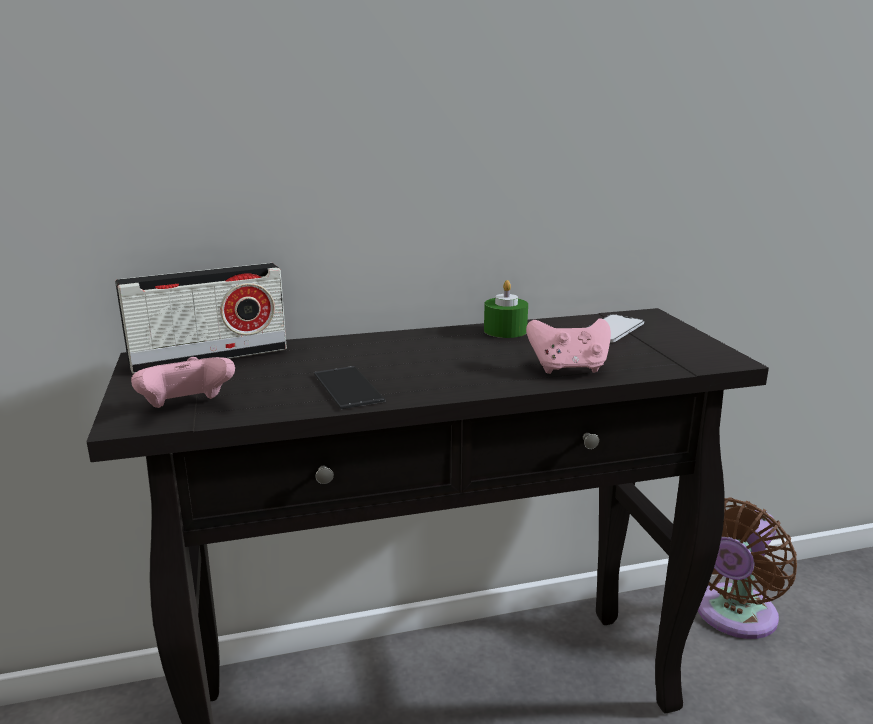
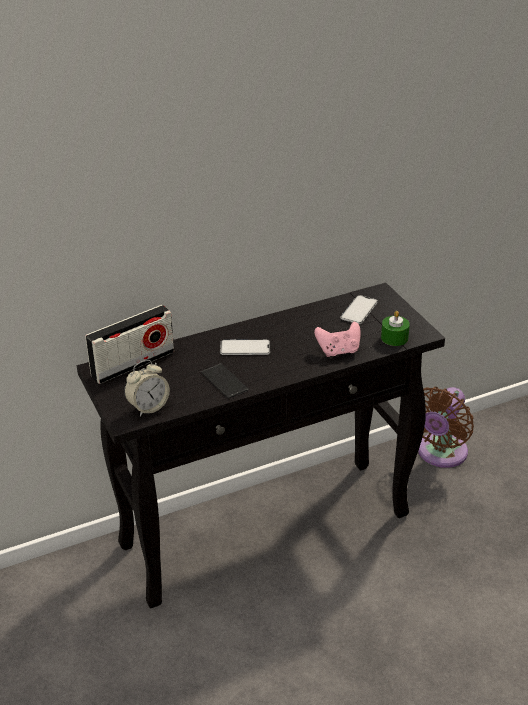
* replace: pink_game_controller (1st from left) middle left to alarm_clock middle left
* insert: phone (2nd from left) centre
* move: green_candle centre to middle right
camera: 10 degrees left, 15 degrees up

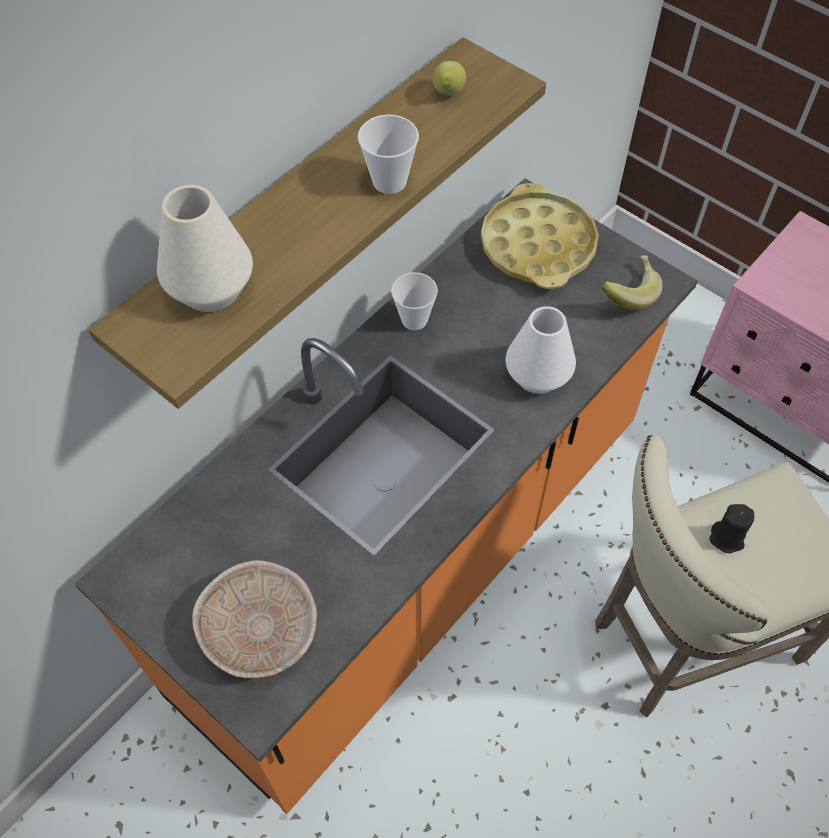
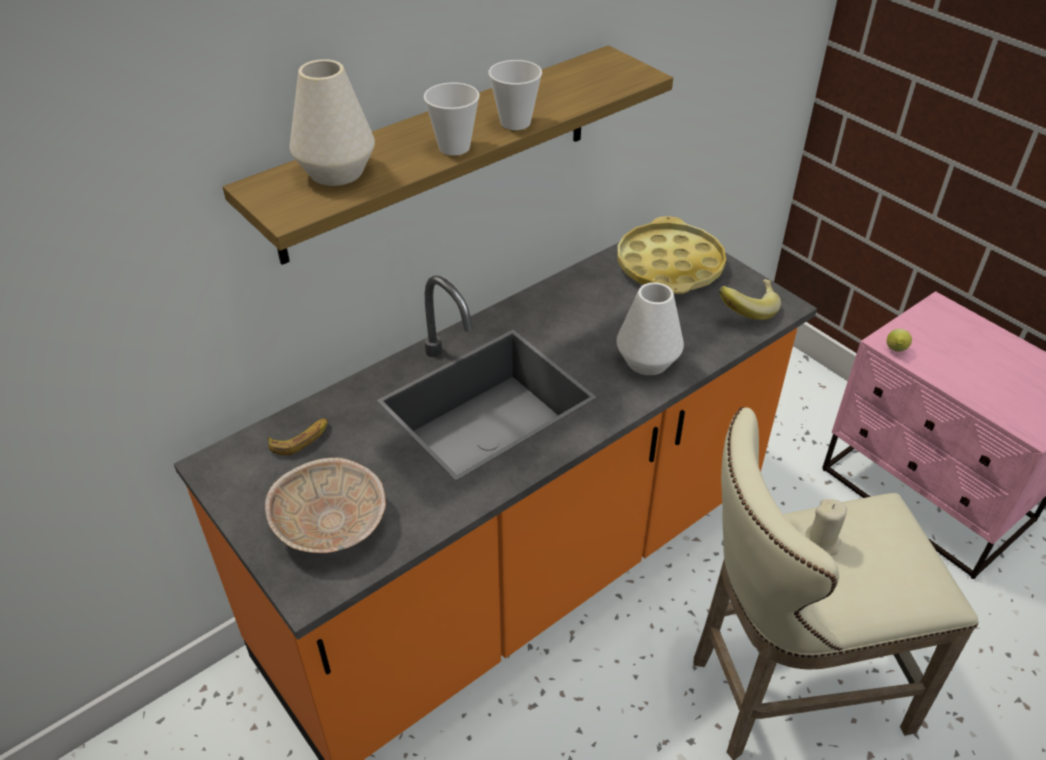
* insert: banana (1st from left) middle left
* move: cup (2nd from left in the first image) centre to cup (1st from left) top centre
* recolor: black_candle middle right to beige_candle bottom right
* move: lemon top centre to middle right
camera: 10 degrees right, 15 degrees down

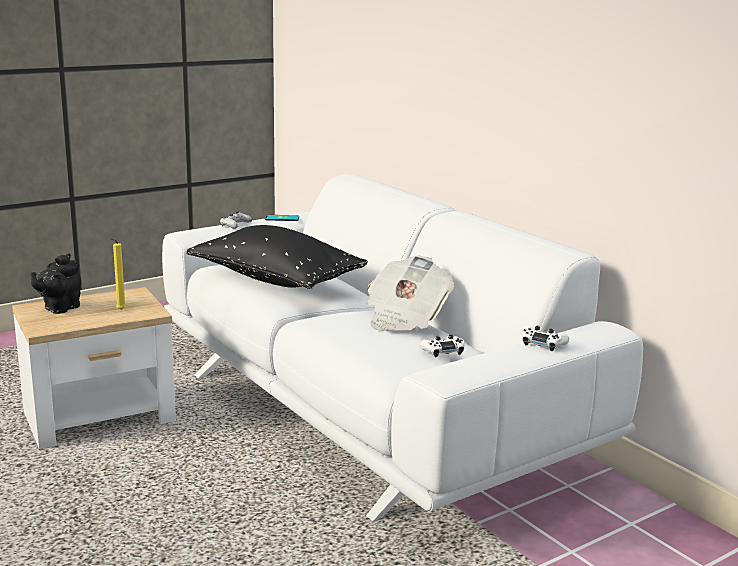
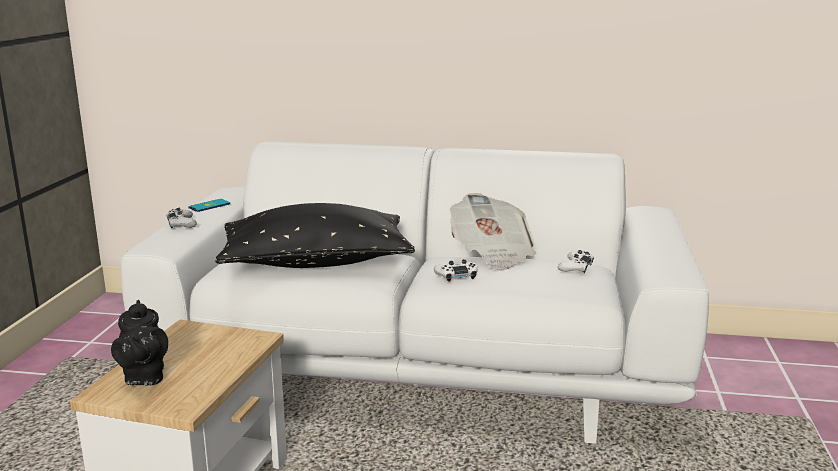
* move: white_game_controller (3rd from left in the first image) middle right to white_game_controller (2nd from left) centre
* delete: yellow_candle middle left
camera: 45 degrees left, 0 degrees up

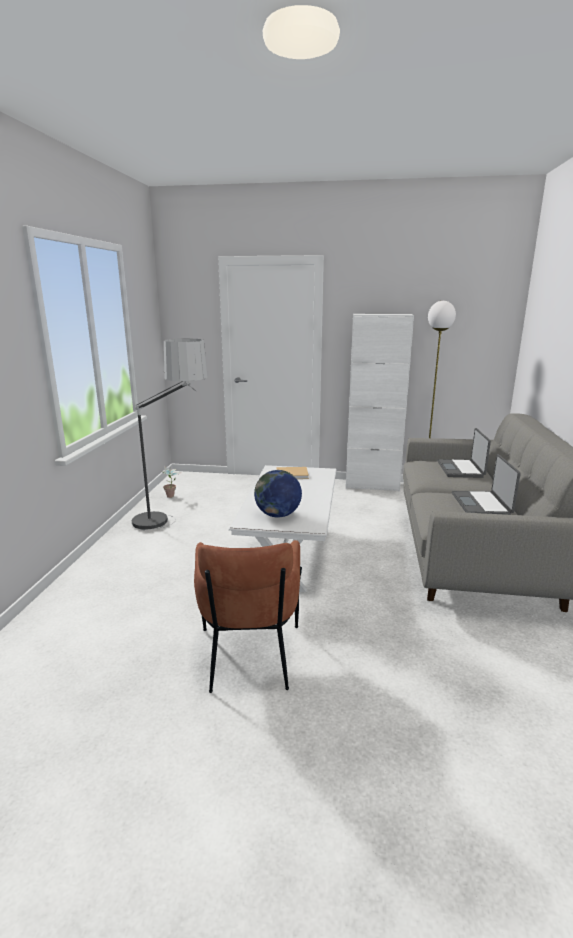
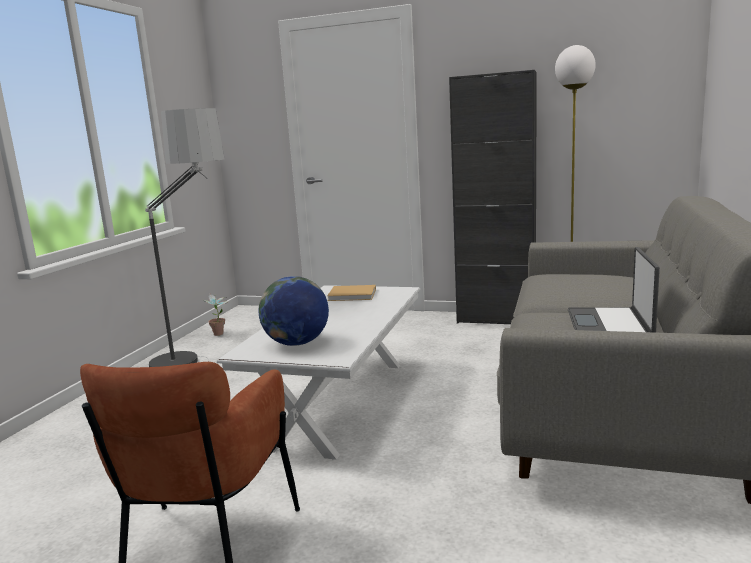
* recolor: white_cabinet centre to black_cabinet centre
* delete: laptop (1st from left) middle right
camera: 10 degrees right, 5 degrees down

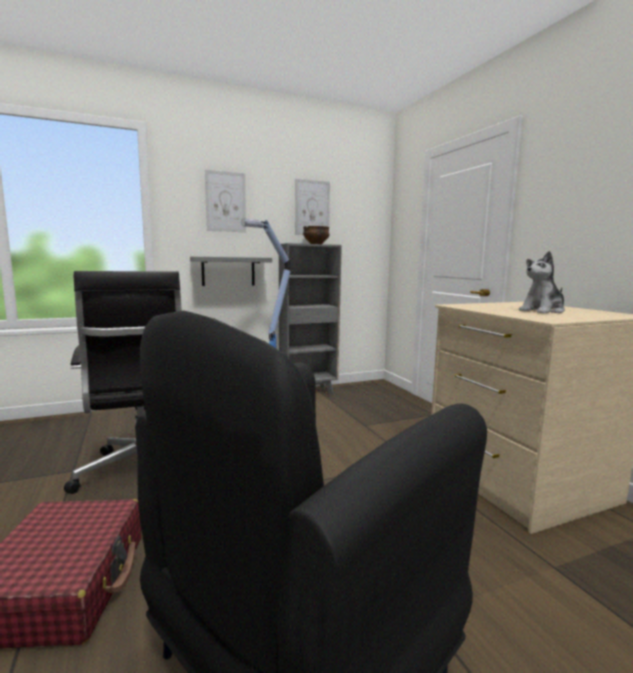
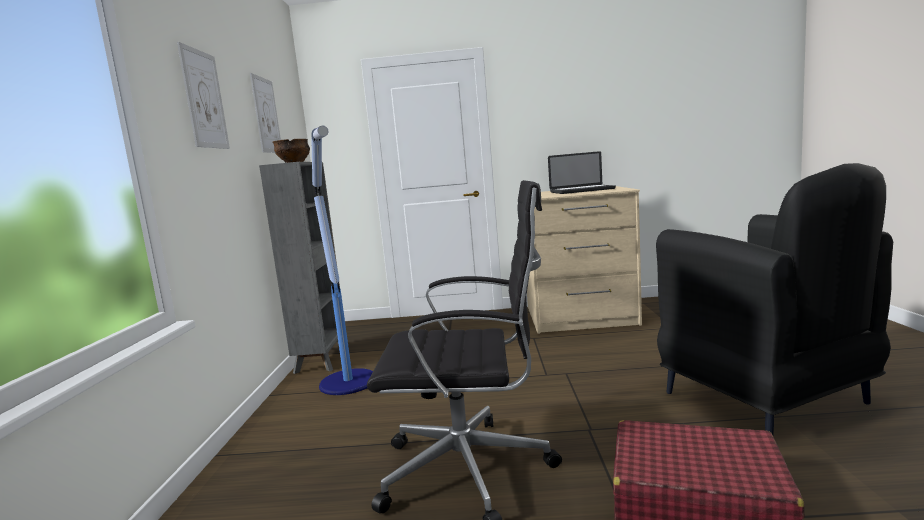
* replace: plush_toy middle right to laptop top centre
* delete: grey_shelf centre
camera: 65 degrees left, 0 degrees up

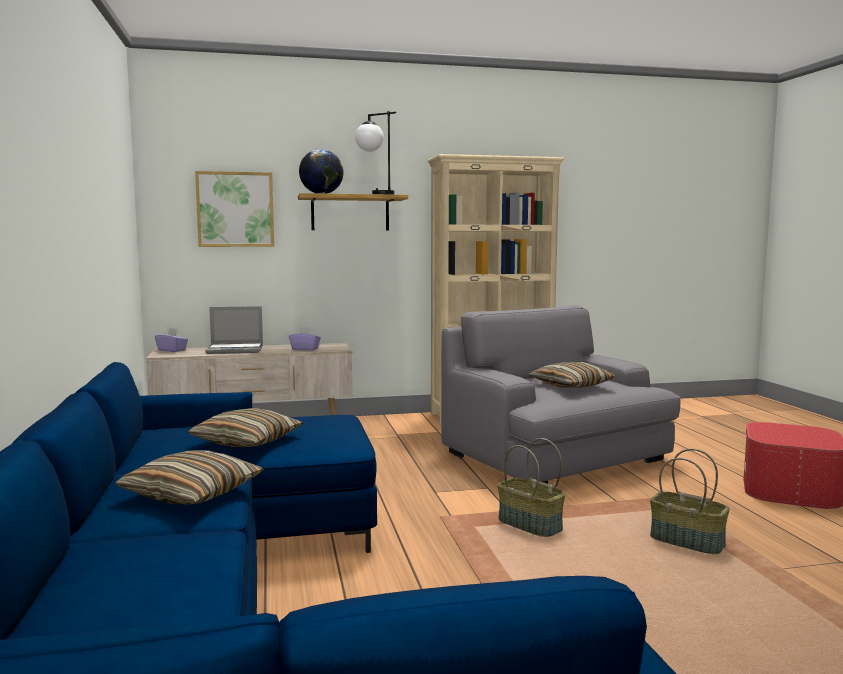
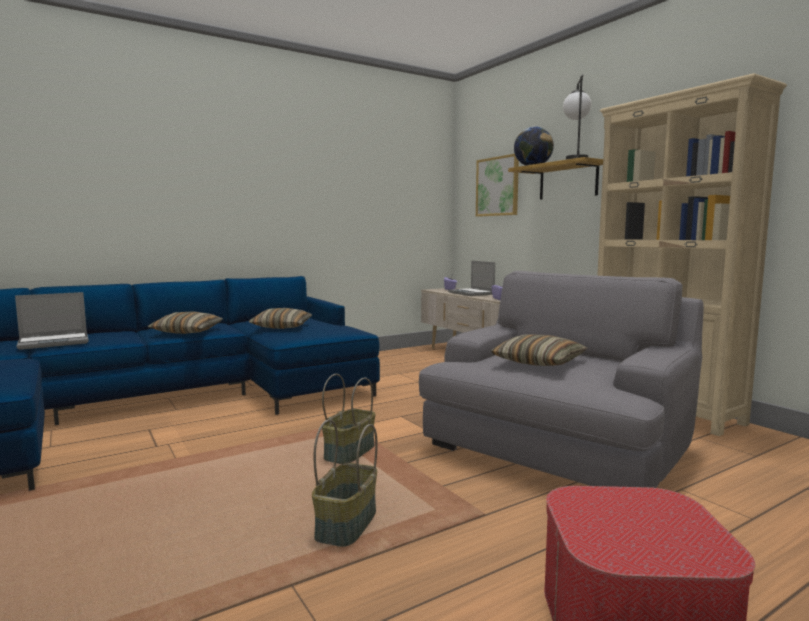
* insert: laptop (1st from left) middle left
camera: 70 degrees right, 0 degrees up

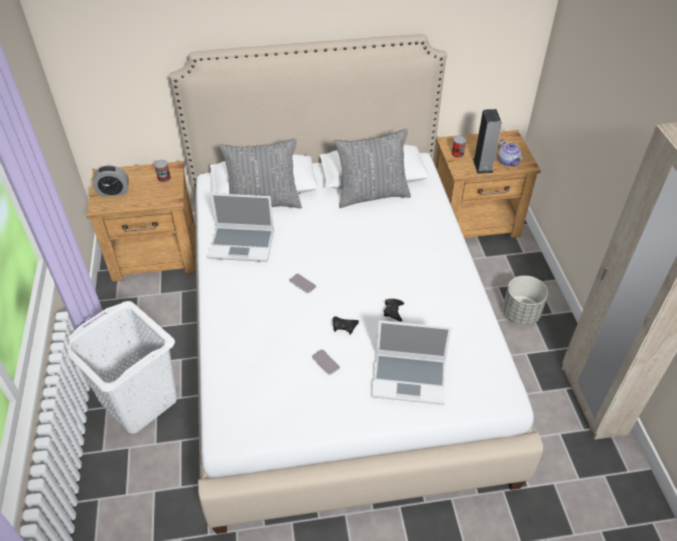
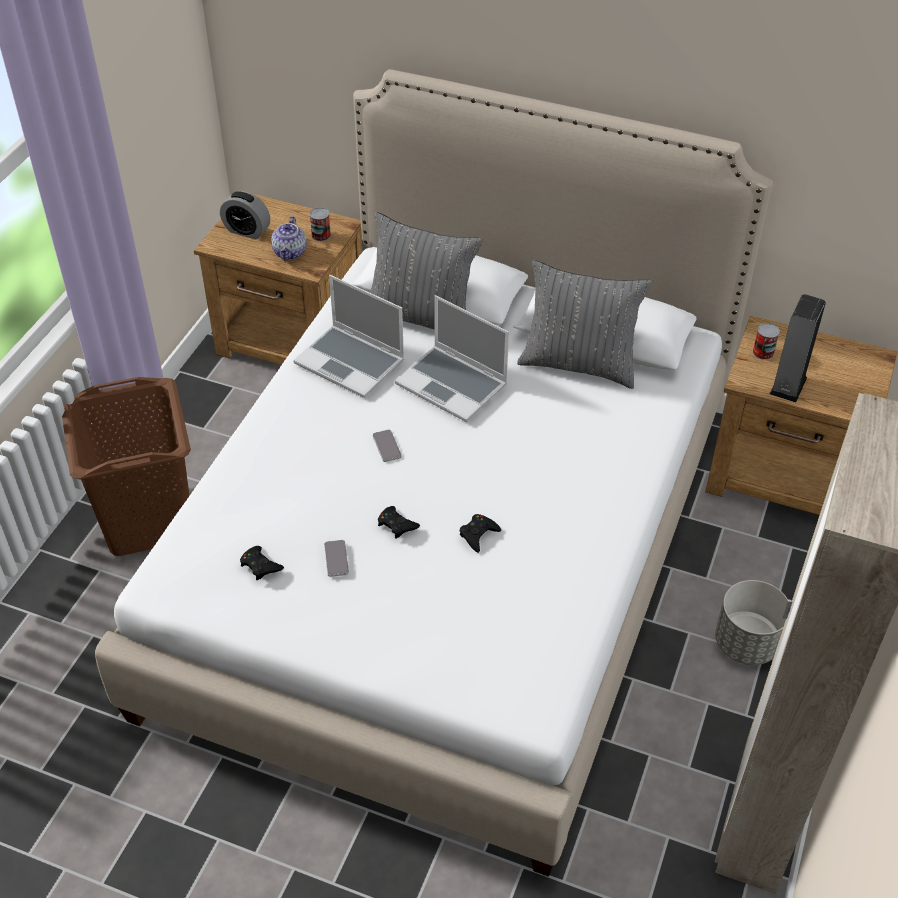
* recolor: white_laundry_basket bottom left to brown_laundry_basket middle left
* insert: black_game_controller (1st from left) middle left
* move: teapot top right to top left
* move: laptop (2nd from left) bottom centre to centre
camera: 30 degrees right, 0 degrees up

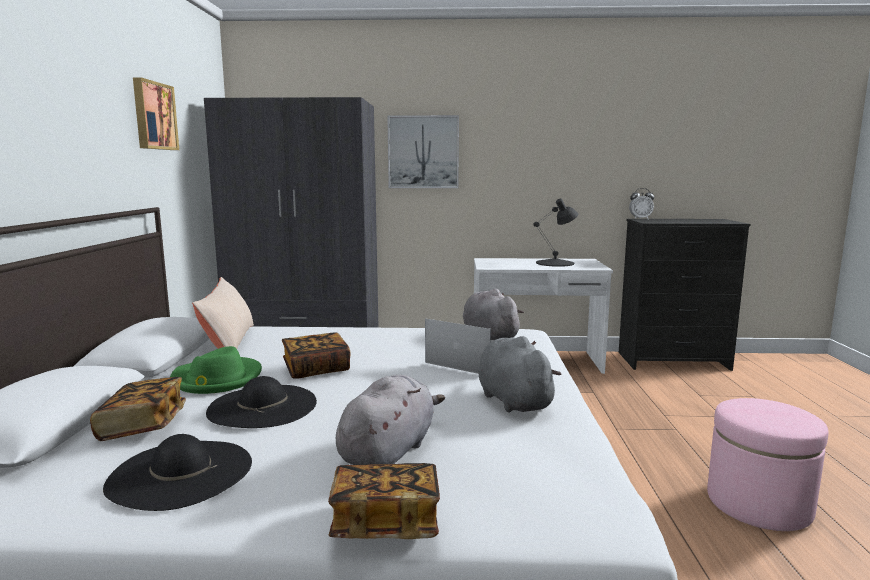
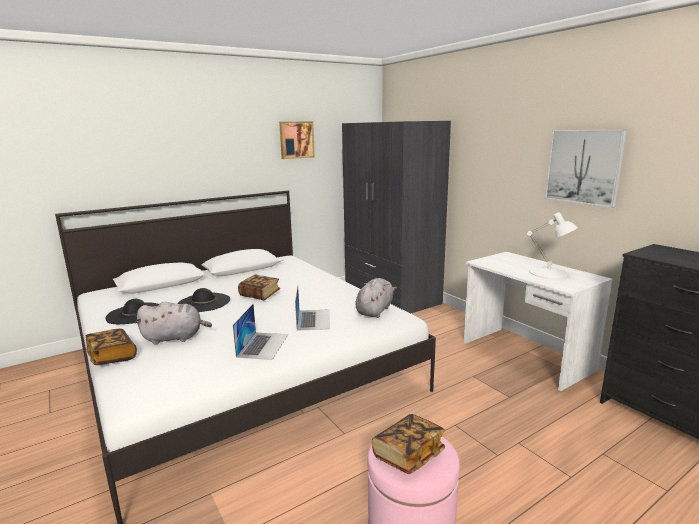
* replace: grey_plush_toy (3rd from left) centre to laptop (1st from left) centre
* move: book (1st from left in the first image) bottom left to book (3rd from left) bottom centre
* recolor: black_table_lamp centre to white_table_lamp middle right
* move: picture (2nd from left) top centre to top right
* delete: green_hat middle left
* delete: beige_pillow middle left
* delete: alarm_clock middle right
camera: 55 degrees right, 5 degrees up

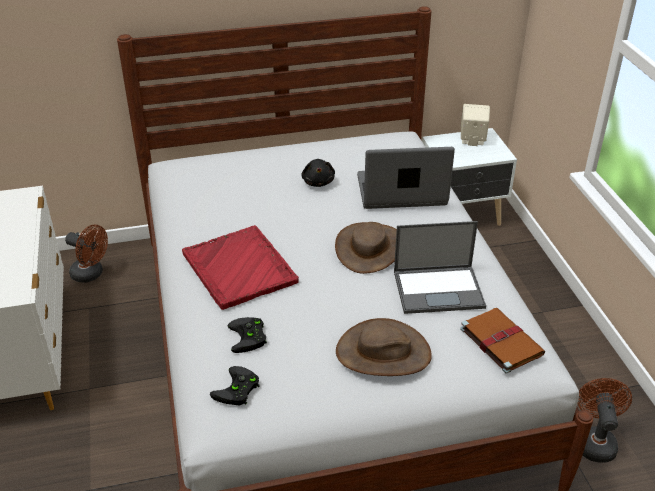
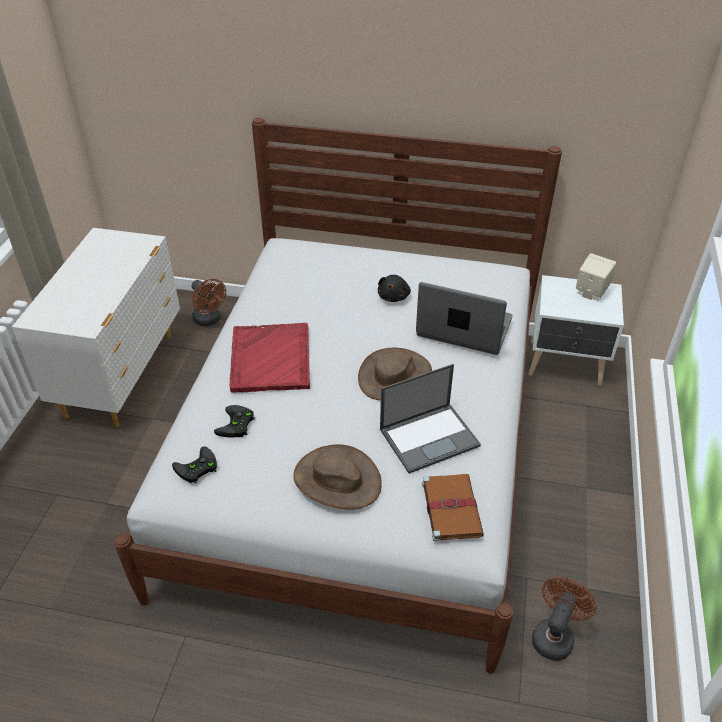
* rotate: laptop (2nd from left in the first image) middle right = centre 45 degrees counterclockwise
camera: 25 degrees right, 5 degrees up

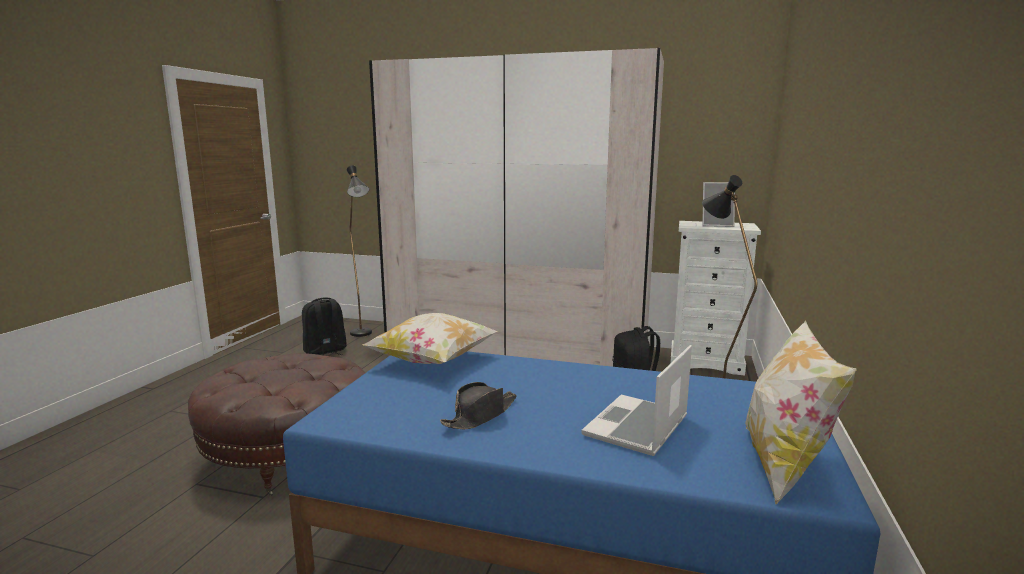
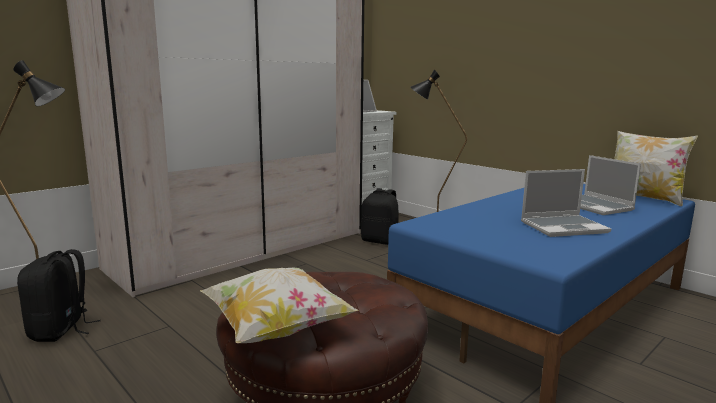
* move: pillow (1st from left) centre to bottom centre
* replace: black_hat bottom centre to laptop (1st from left) middle right
camera: 60 degrees left, 0 degrees up

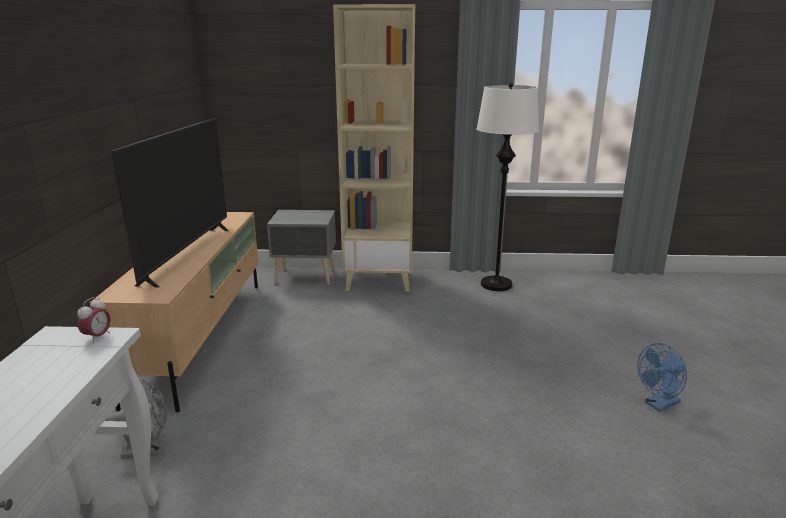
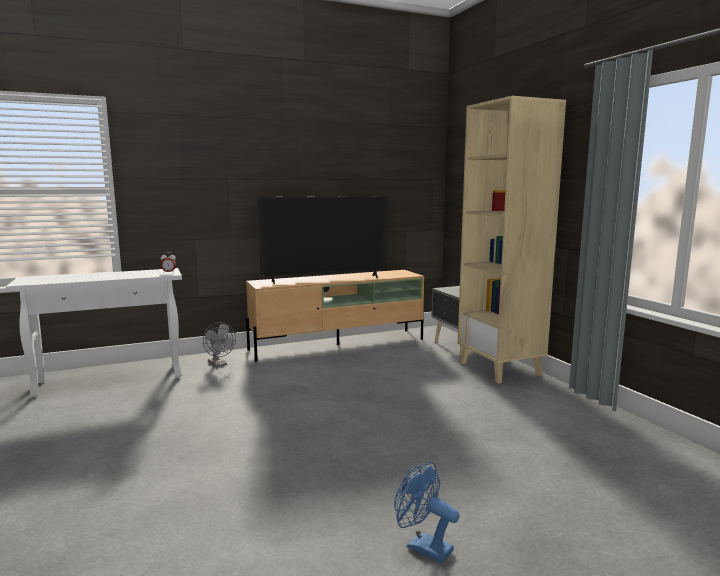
* delete: white_floor_lamp centre
camera: 65 degrees right, 10 degrees down

